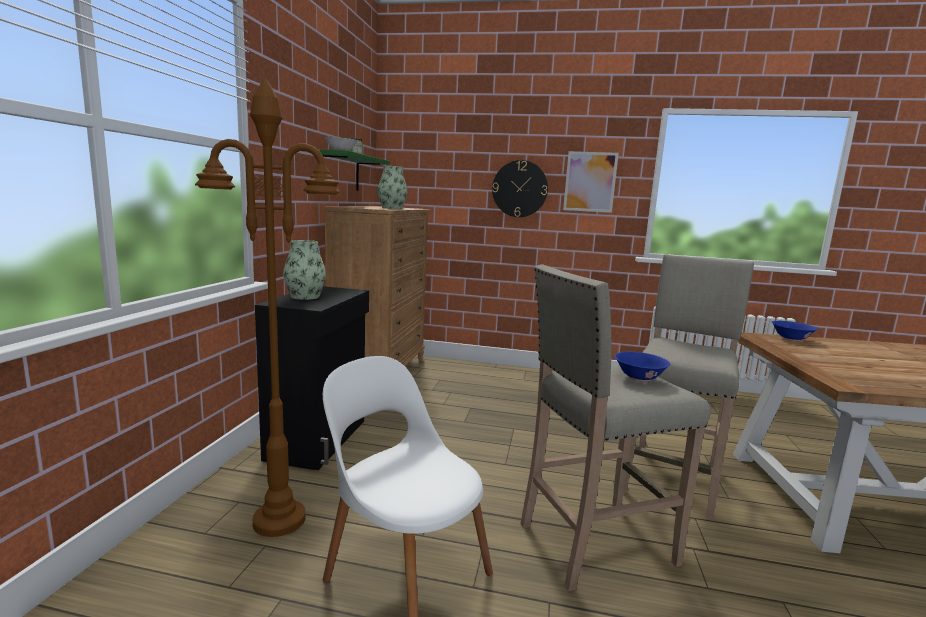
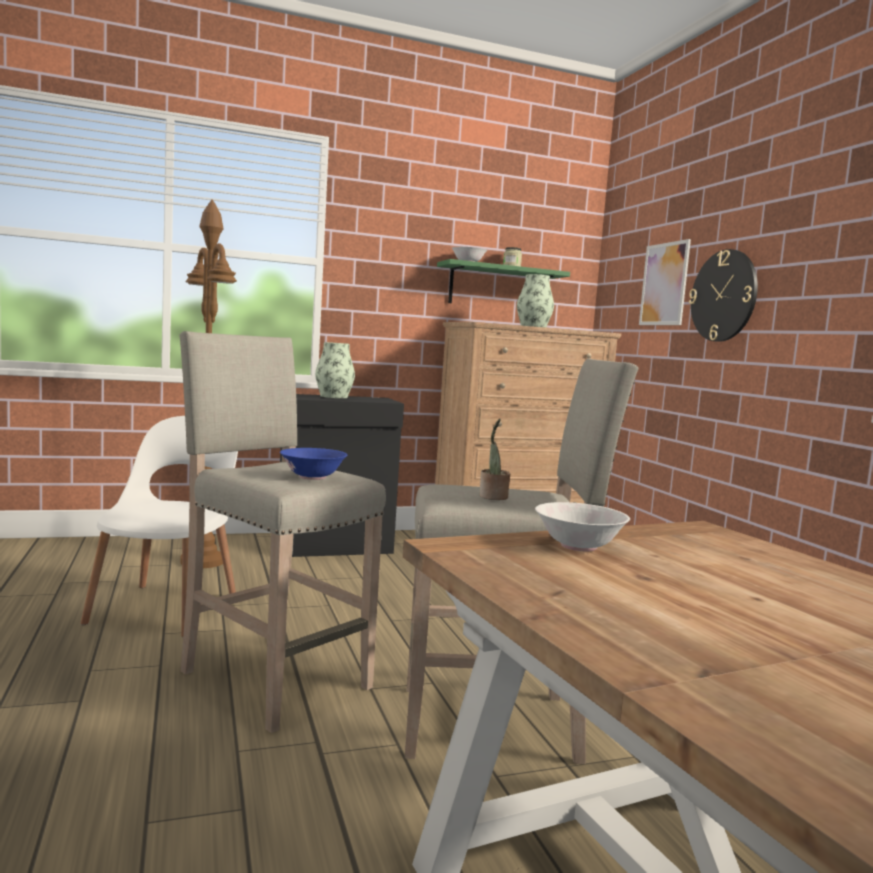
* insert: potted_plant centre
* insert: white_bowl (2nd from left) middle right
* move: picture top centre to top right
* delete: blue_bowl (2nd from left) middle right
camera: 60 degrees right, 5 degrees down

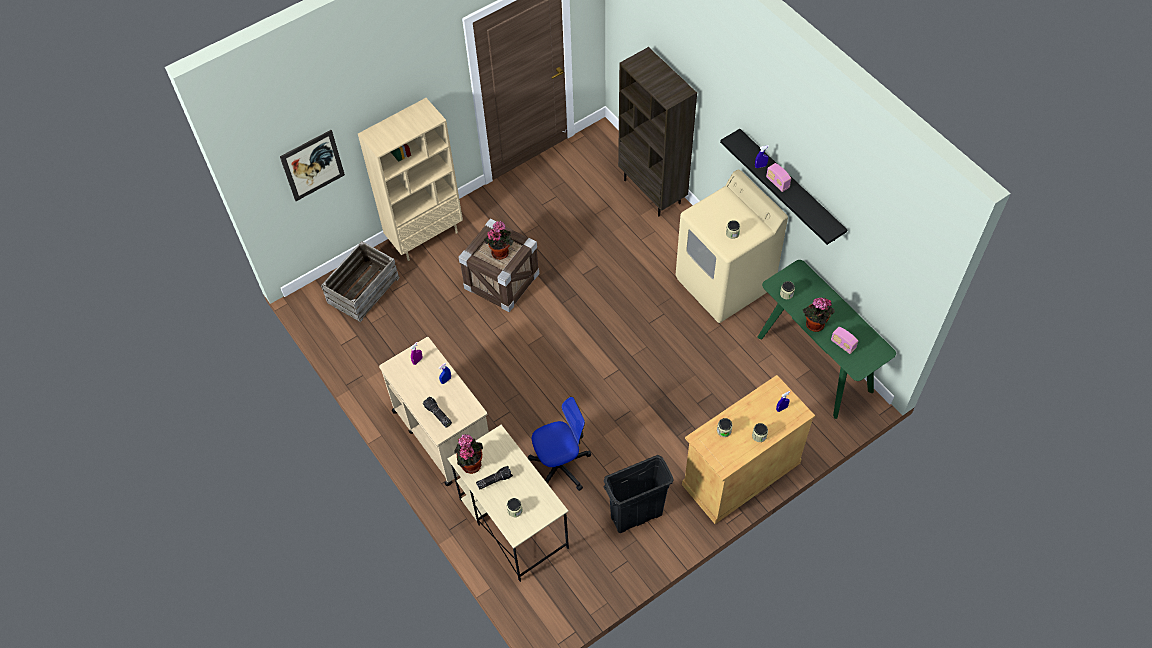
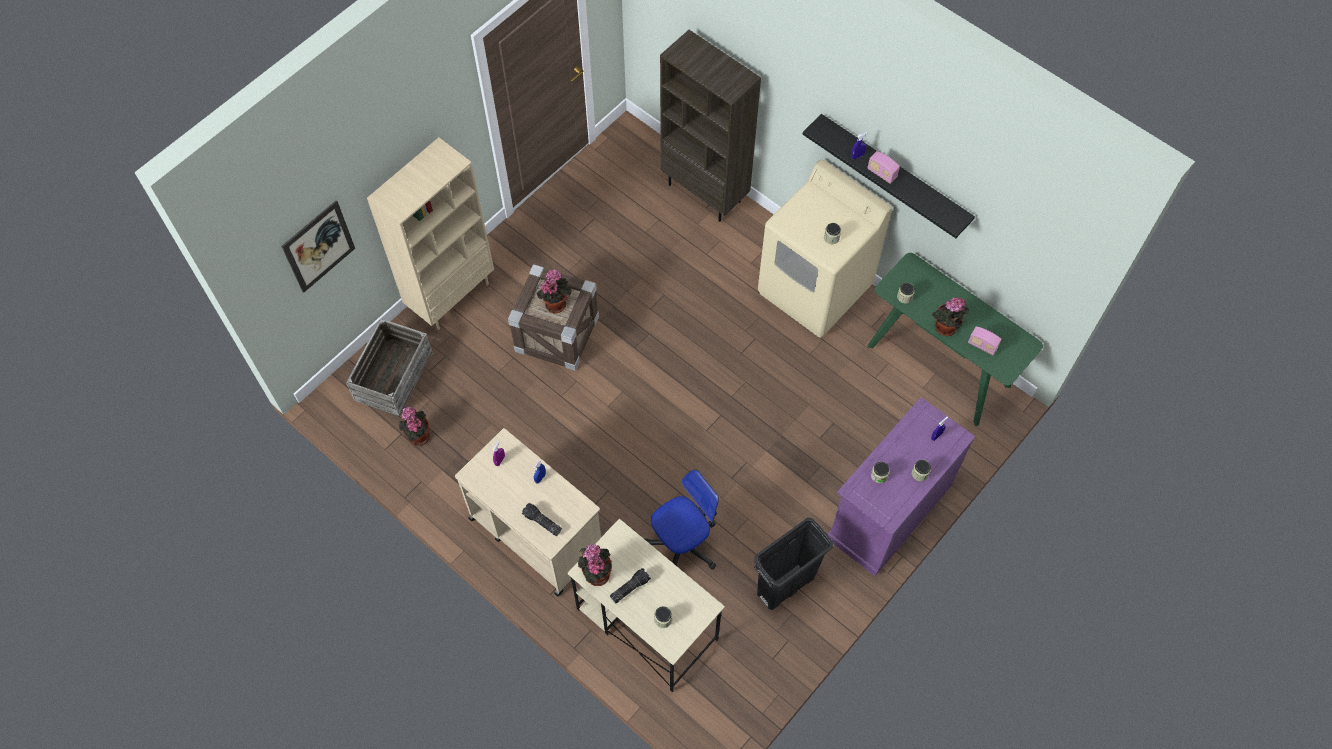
* insert: potted_plant (1st from left) middle left
* recolor: beige_cabinet bottom centre to purple_cabinet middle right
camera: 15 degrees left, 5 degrees up

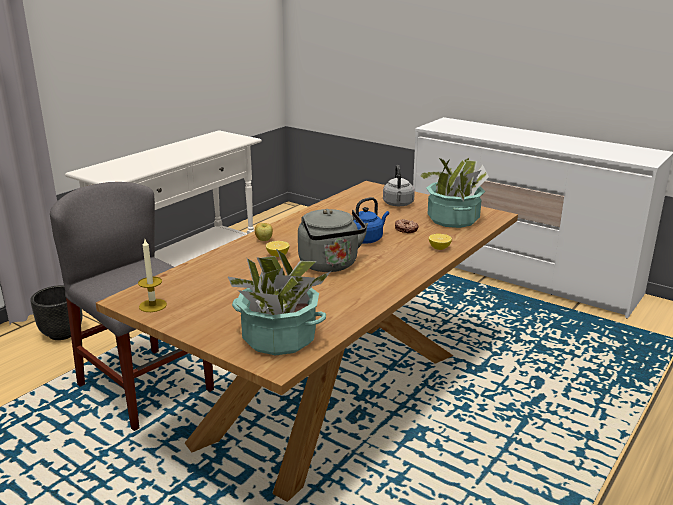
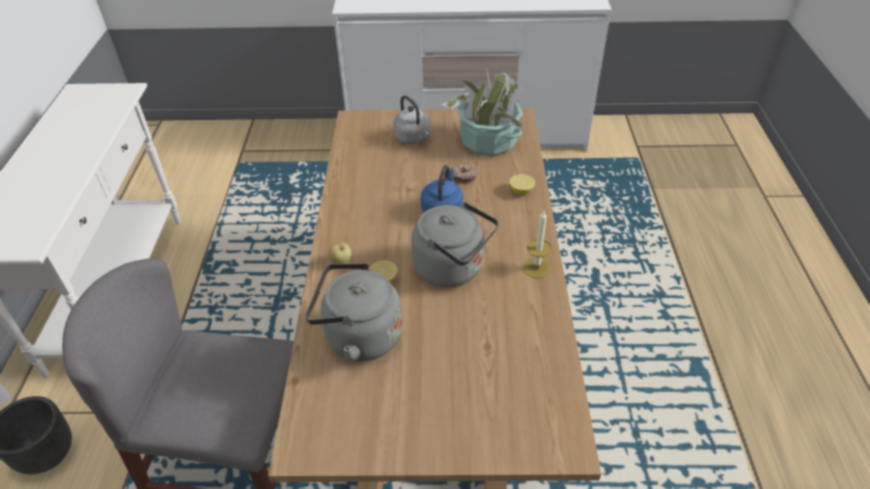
* insert: grey_kettle (1st from left) centre
* move: candle middle left to centre
* delete: potted_plant (1st from left) centre
camera: 35 degrees left, 20 degrees up

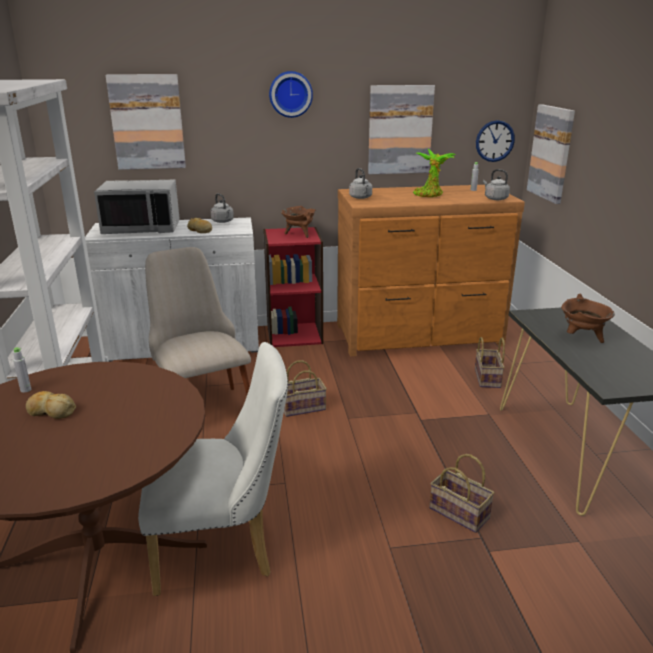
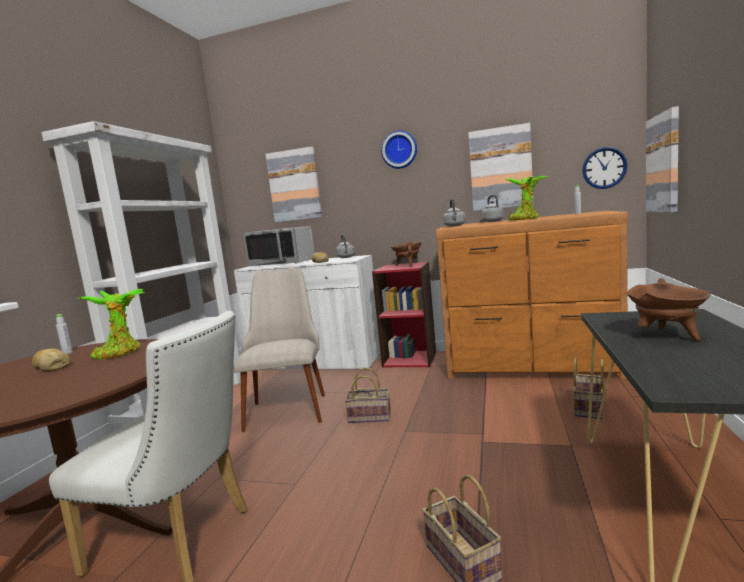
* insert: potted_plant (1st from left) middle left
* move: grey_kettle (3rd from left) top right to centre
camera: 25 degrees right, 15 degrees down

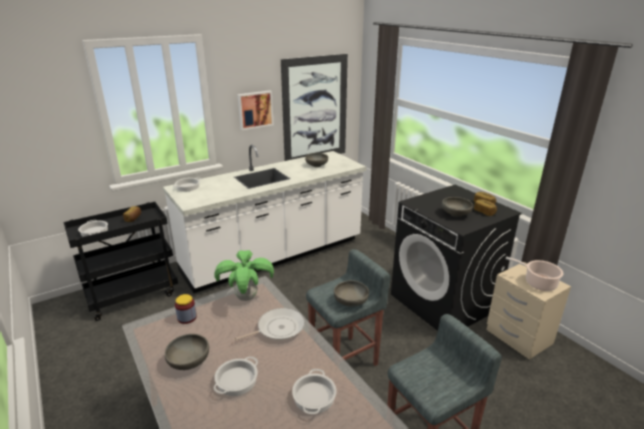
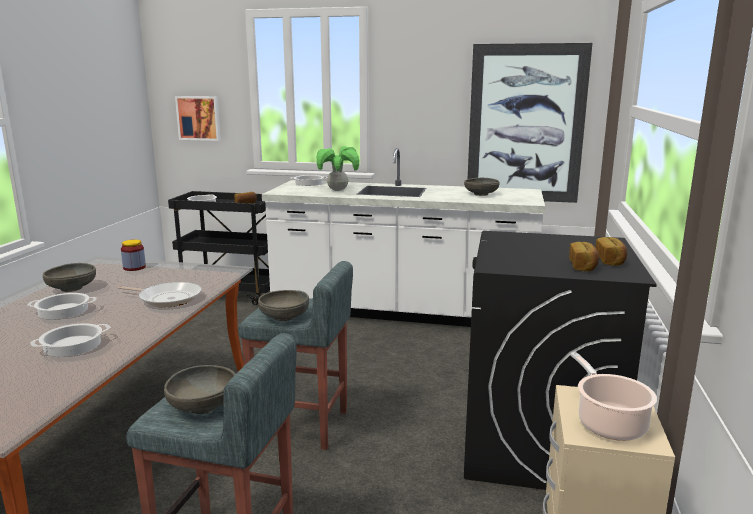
* move: grey_bowl (4th from left in the first image) middle right to grey_bowl (2nd from left) bottom left
* move: picture (1st from left) top centre to top left
* move: potted_plant centre to top centre
camera: 45 degrees right, 10 degrees down

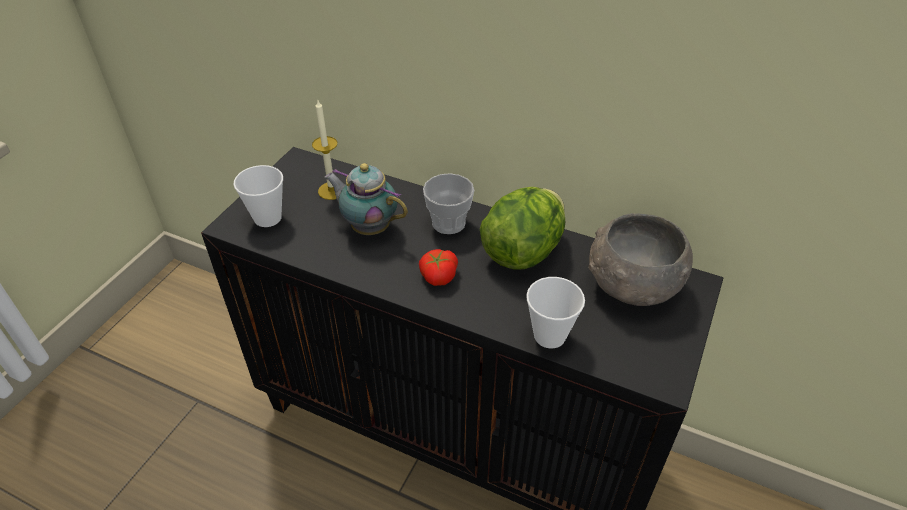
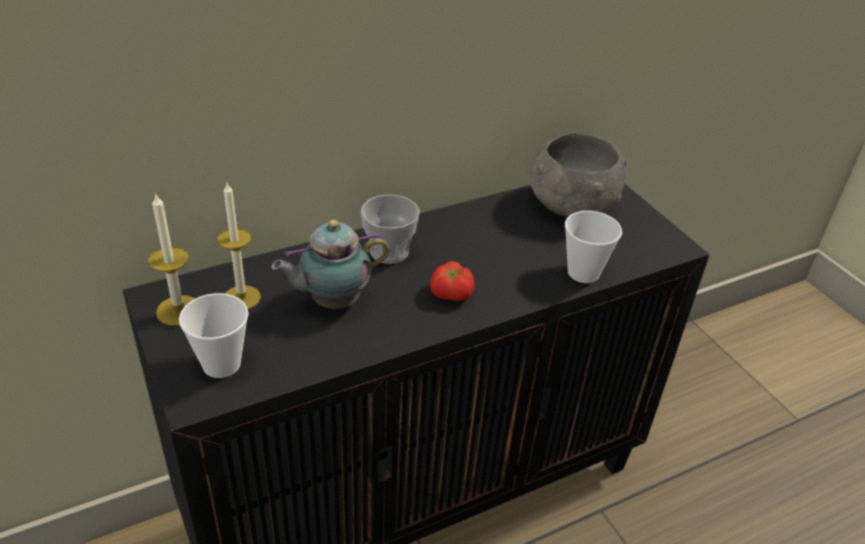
* insert: candle (1st from left) middle left
* delete: lettuce centre
camera: 55 degrees left, 5 degrees down

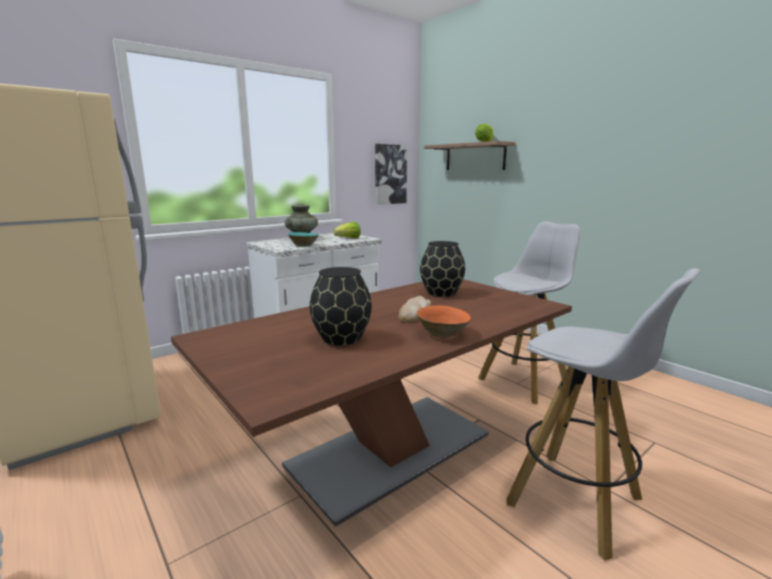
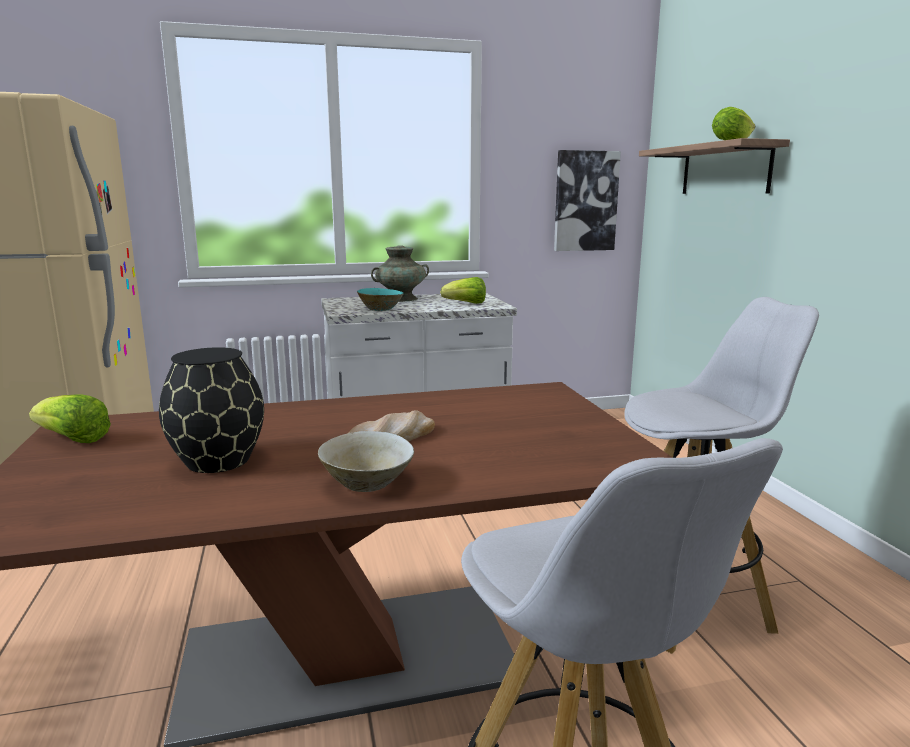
* insert: lettuce (1st from left) middle left
* recolor: orange_bowl centre to beige_bowl centre
* delete: black_vase (2nd from left) centre
camera: 25 degrees right, 0 degrees up

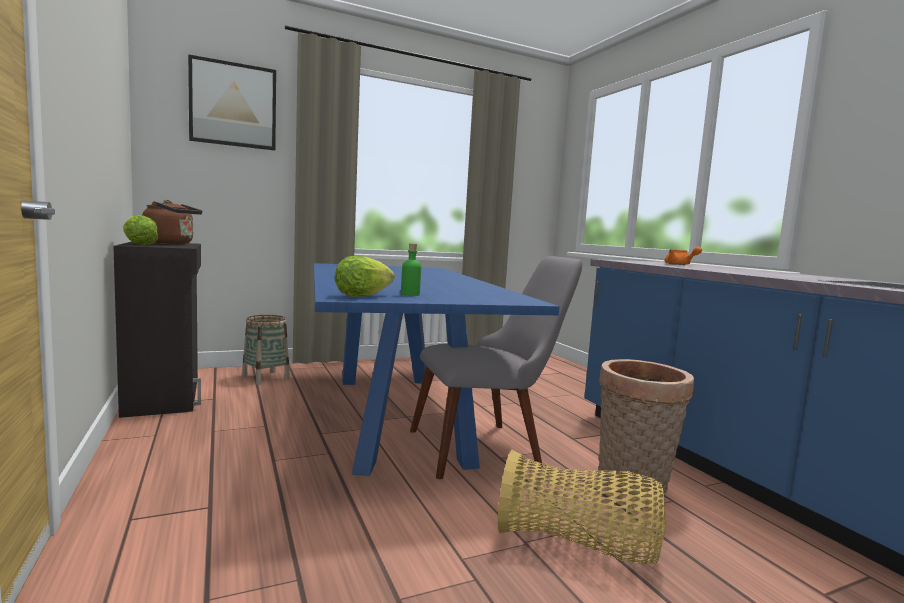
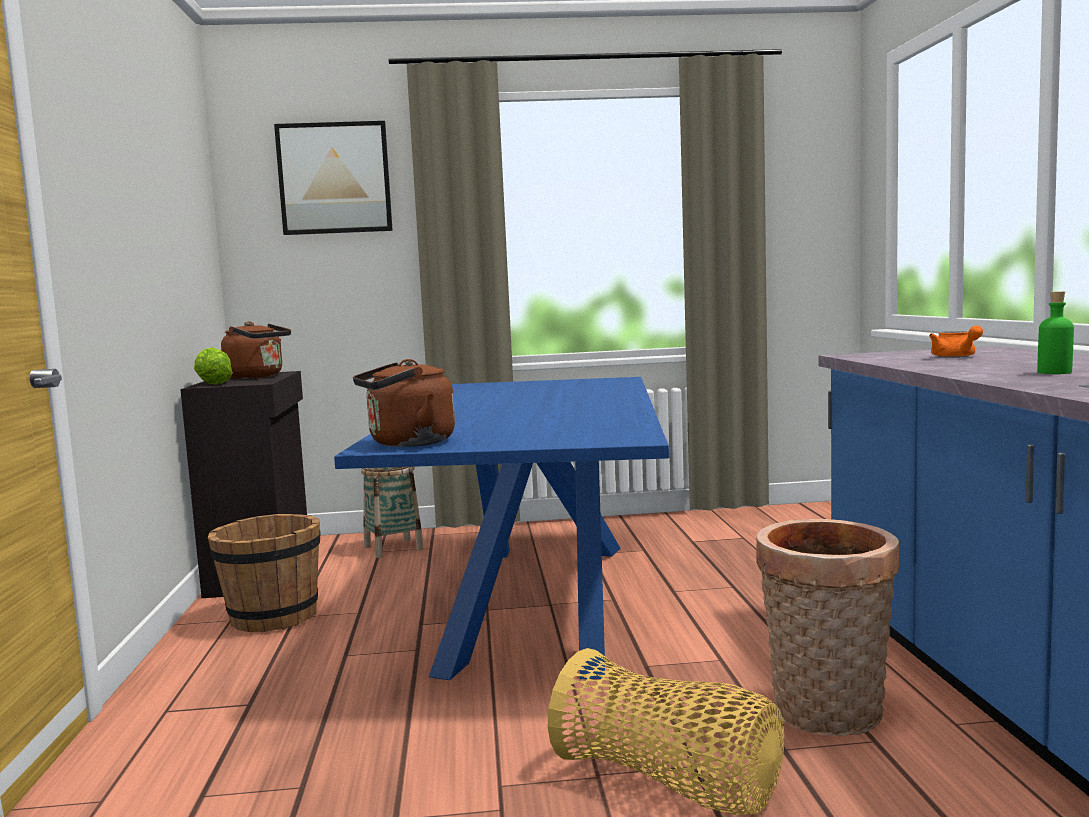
* insert: brown_bucket bottom left
* replace: lettuce (2nd from left) centre to brown_kettle (2nd from left) centre
* move: green_bottle centre to middle right
* delete: grey_chair centre
camera: 20 degrees right, 0 degrees up

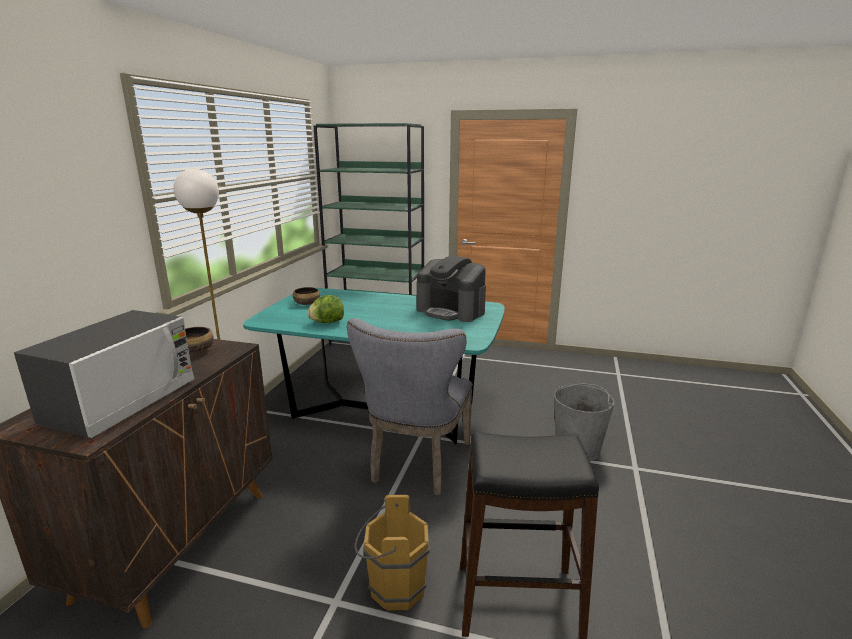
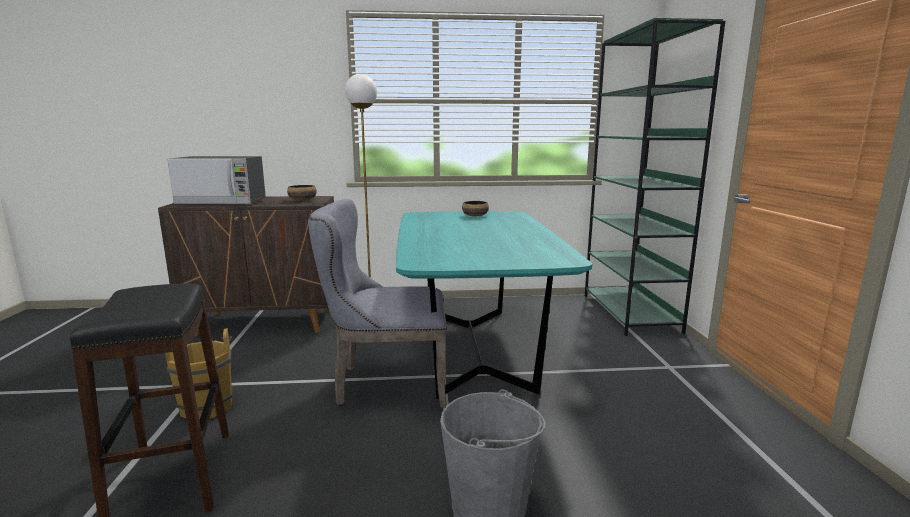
* delete: lettuce centre
* delete: coffee_machine centre
camera: 70 degrees right, 5 degrees down

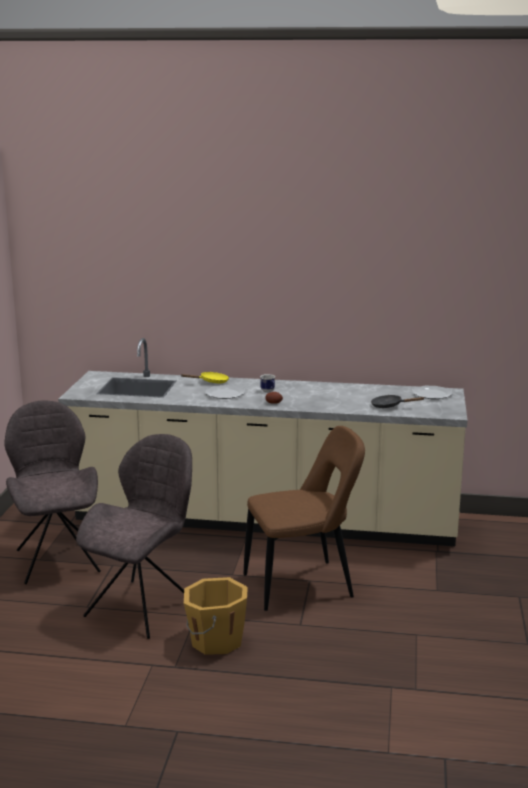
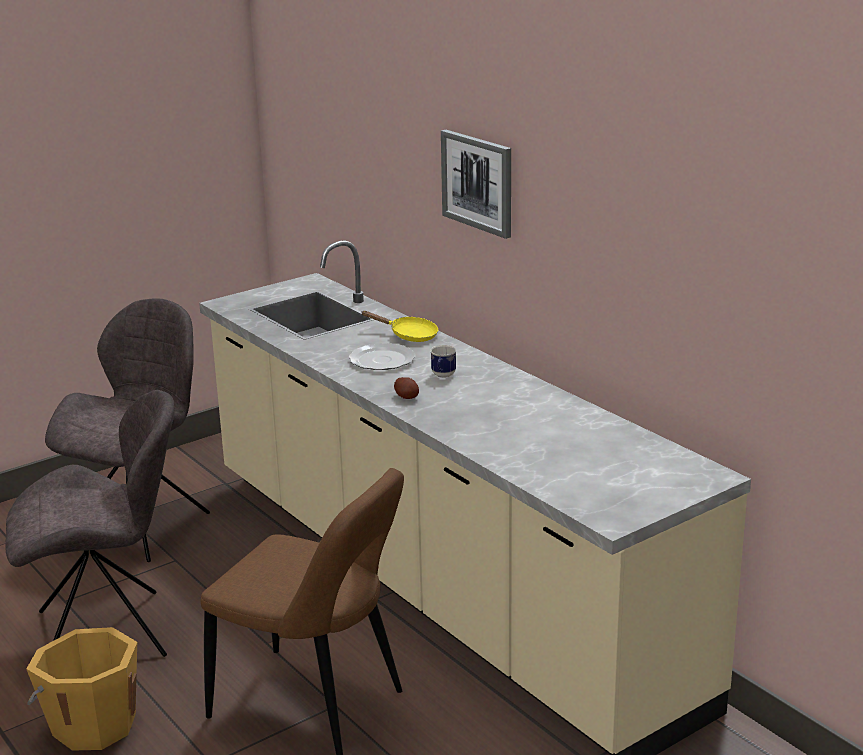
* insert: picture top centre
* delete: black_frying_pan middle right
* delete: plate (2nd from left) middle right
camera: 45 degrees right, 5 degrees up

